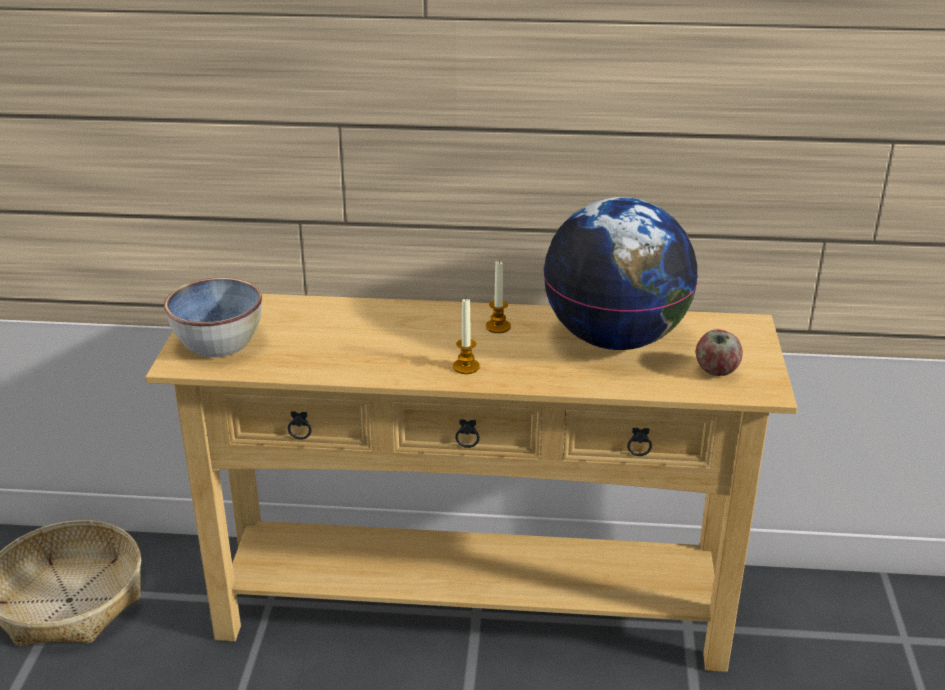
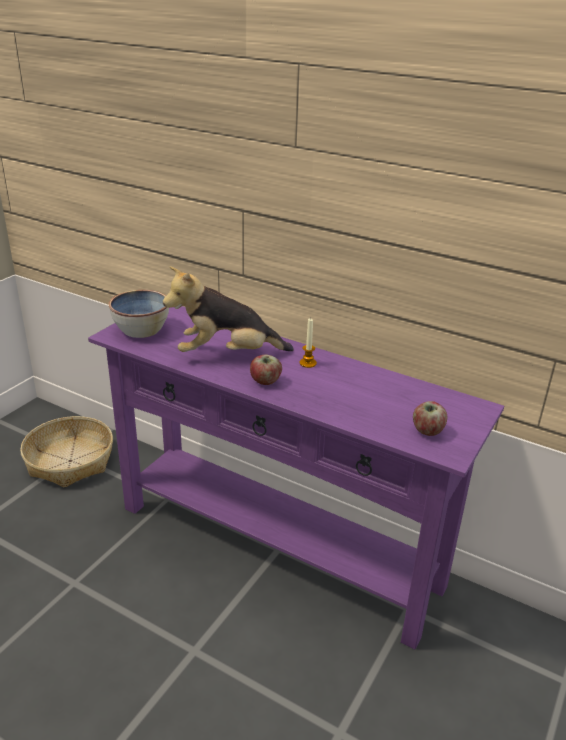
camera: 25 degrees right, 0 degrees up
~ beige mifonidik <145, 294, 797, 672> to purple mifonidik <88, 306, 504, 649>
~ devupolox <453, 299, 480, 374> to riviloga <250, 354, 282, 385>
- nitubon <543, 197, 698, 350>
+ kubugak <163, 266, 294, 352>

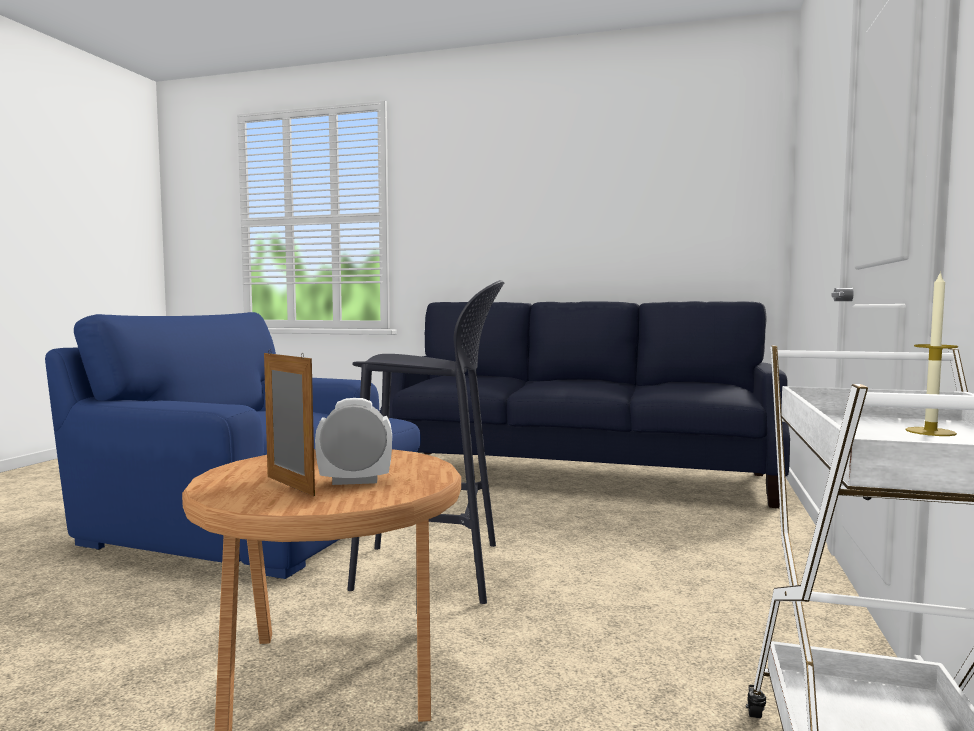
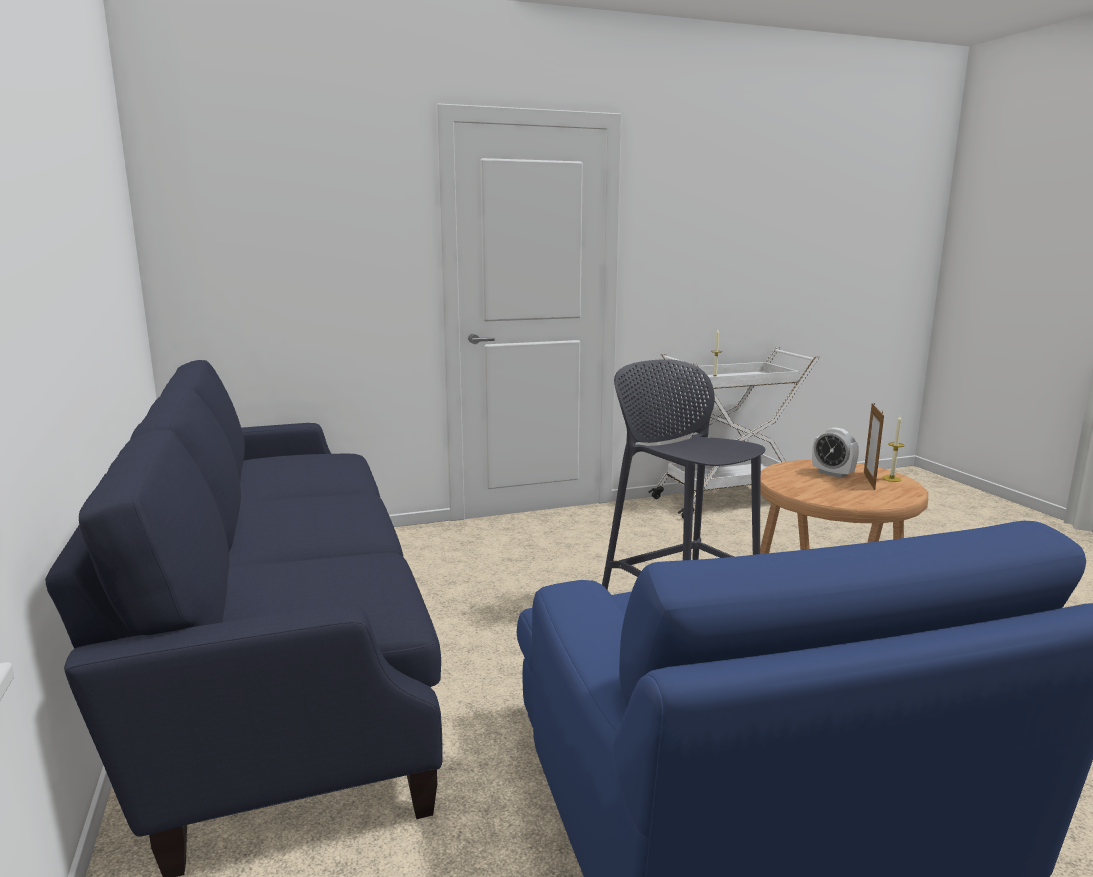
camera: 125 degrees left, 10 degrees up
+ devupolox <882, 416, 905, 482>

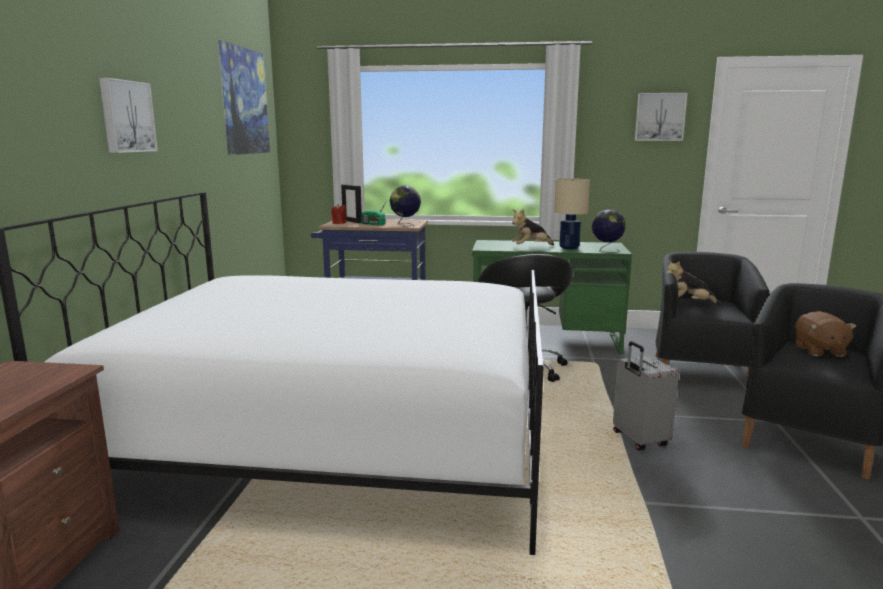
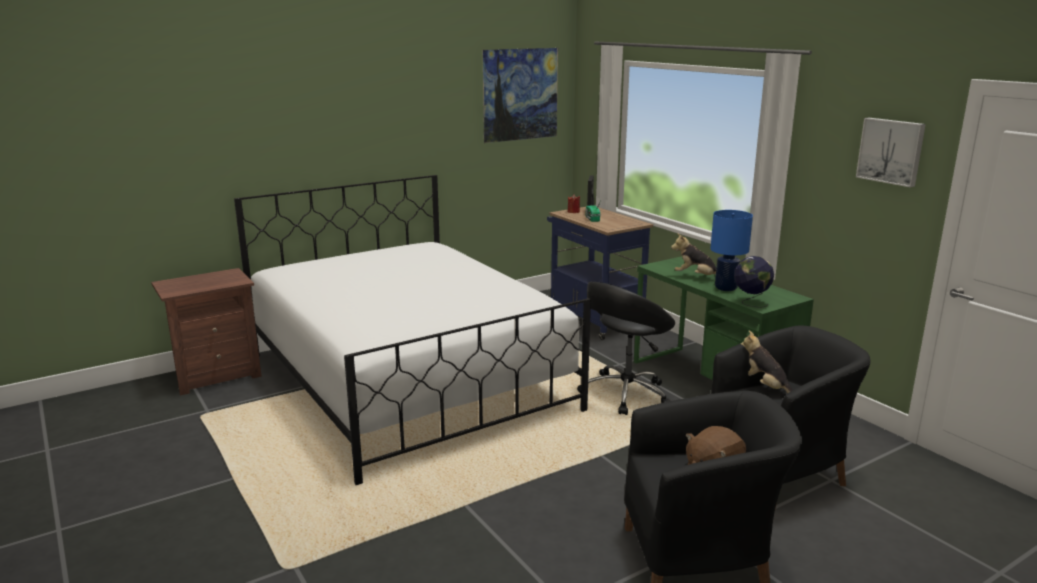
camera: 50 degrees right, 5 degrees up
- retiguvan <99, 78, 158, 153>
- nitubon <390, 186, 421, 227>
~ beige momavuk <554, 178, 590, 249> to blue momavuk <710, 210, 753, 291>
- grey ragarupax <613, 341, 679, 450>

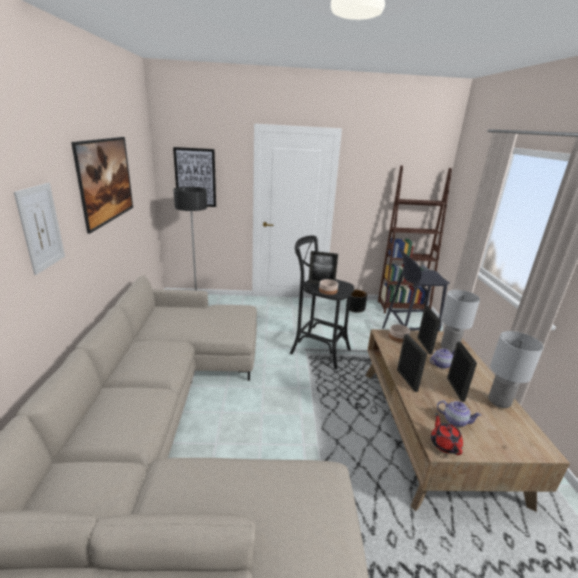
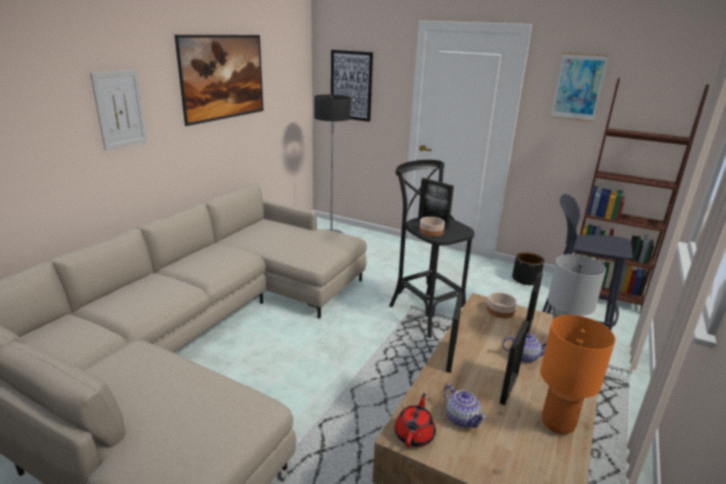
camera: 30 degrees right, 0 degrees up
~ grey momavuk <488, 331, 544, 408> to orange momavuk <540, 315, 615, 435>
+ retiguvan <551, 53, 609, 122>

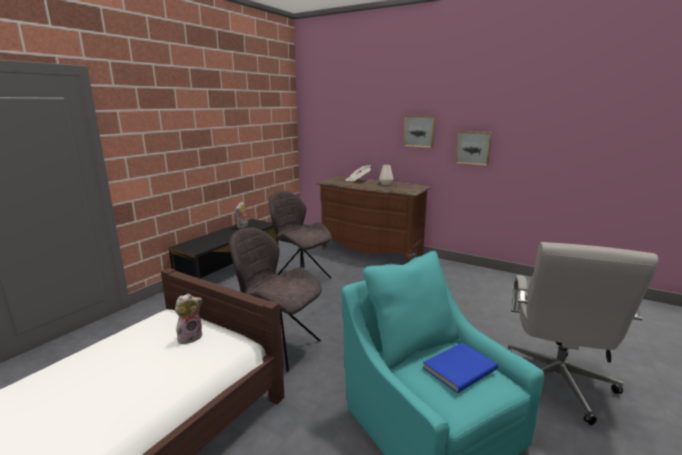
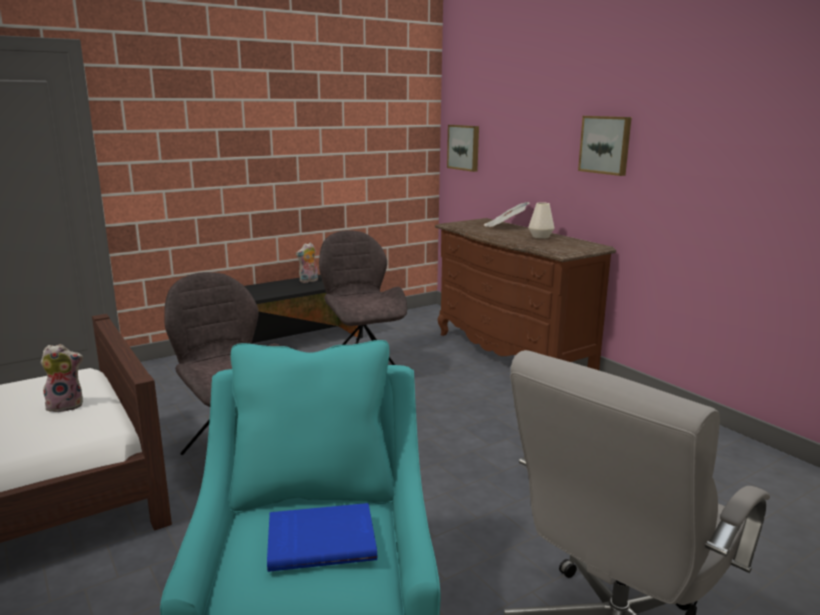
camera: 25 degrees right, 0 degrees up
~ retiguvan <455, 131, 492, 166> to <447, 125, 479, 172>

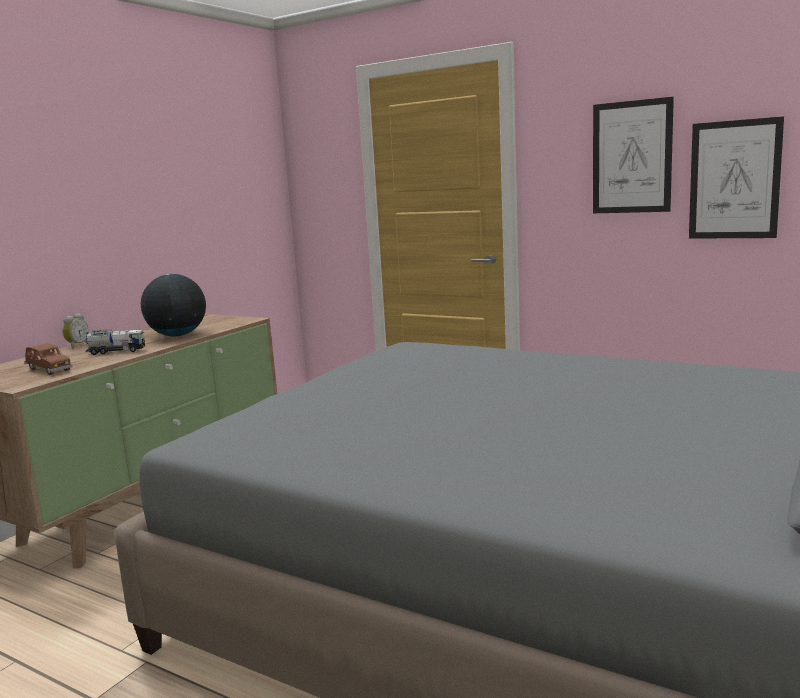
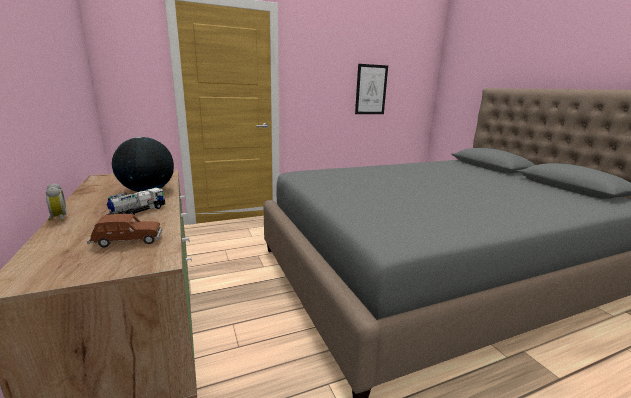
camera: 55 degrees left, 5 degrees up
- retiguvan <593, 97, 674, 213>

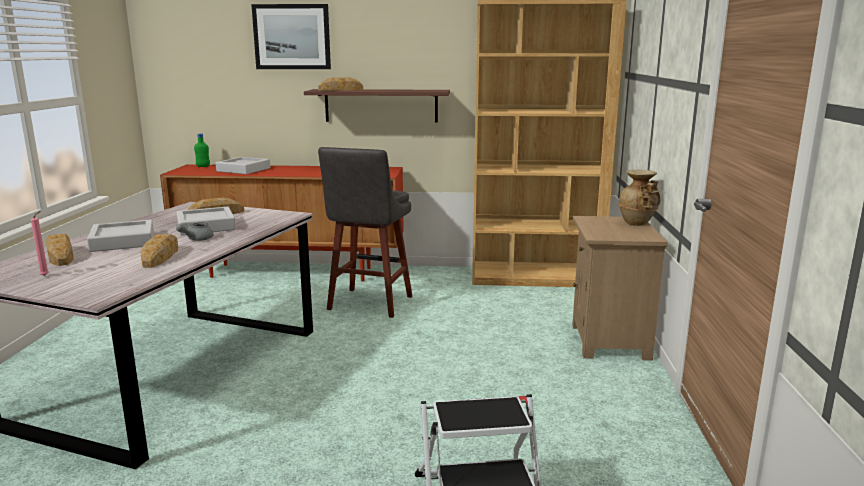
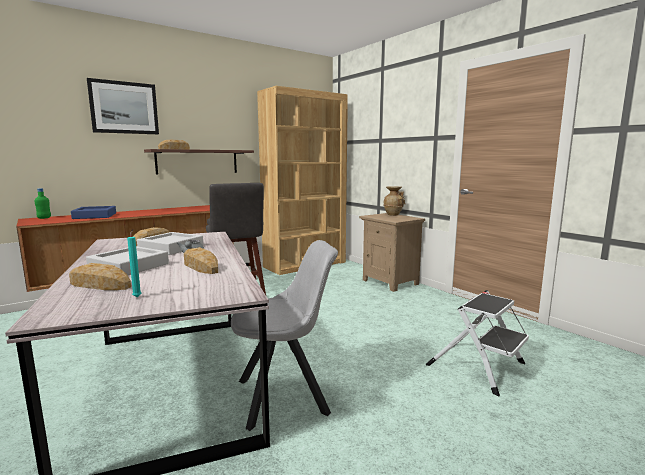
camera: 40 degrees left, 5 degrees down
~ pink devupolox <31, 211, 49, 276> to turquoise devupolox <127, 229, 141, 297>
~ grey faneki <216, 157, 270, 174> to blue faneki <71, 206, 116, 219>
+ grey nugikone <231, 240, 338, 431>

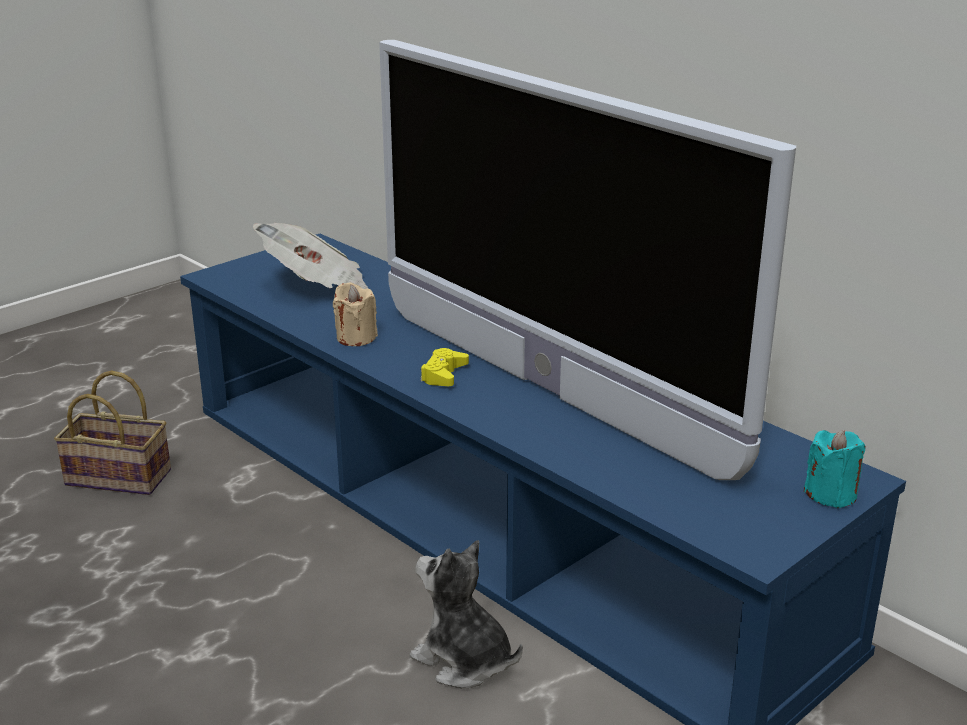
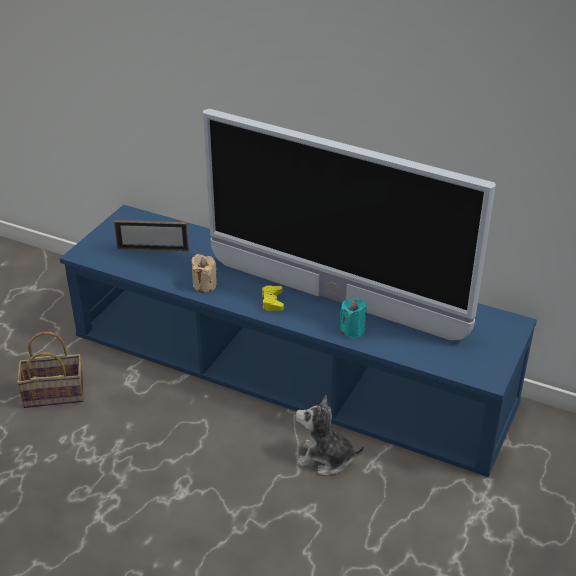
camera: 20 degrees left, 10 degrees up
~ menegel <253, 223, 369, 289> to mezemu <114, 220, 189, 252>
~ turquoise devupolox <804, 430, 866, 508> to <340, 298, 367, 338>

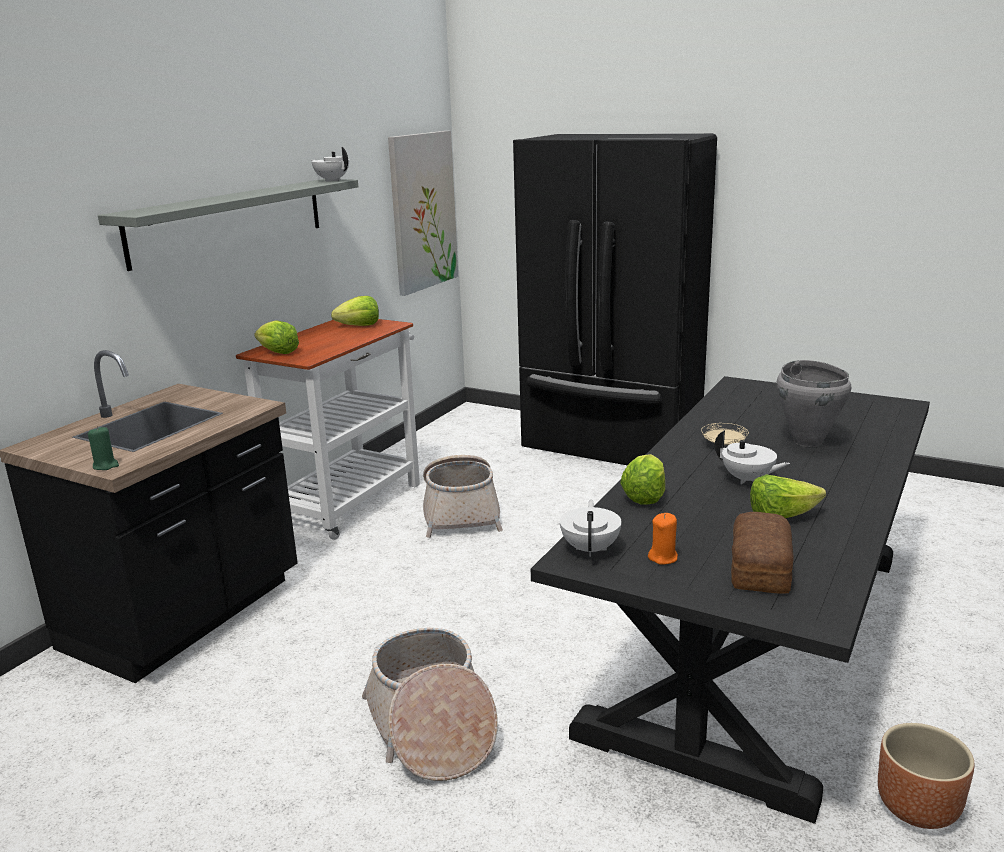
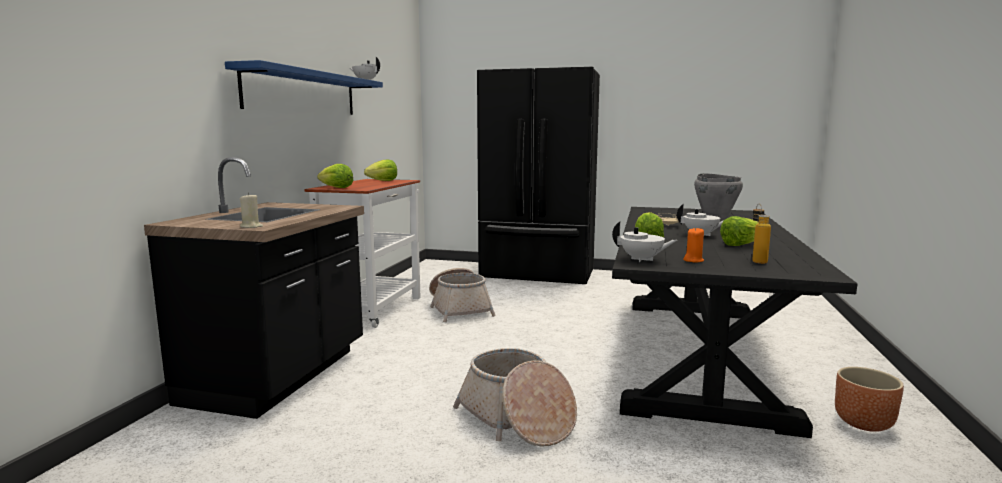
camera: 15 degrees left, 10 degrees down
~ green devupolox <88, 426, 119, 470> to beige devupolox <240, 193, 263, 228>
~ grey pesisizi <98, 179, 358, 271> to blue pesisizi <225, 60, 383, 115>
- retiguvan <388, 131, 458, 296>
~ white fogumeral <560, 500, 622, 557> = <612, 222, 677, 262> 120 degrees clockwise
~ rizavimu <731, 512, 793, 594> to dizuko <752, 203, 771, 264>

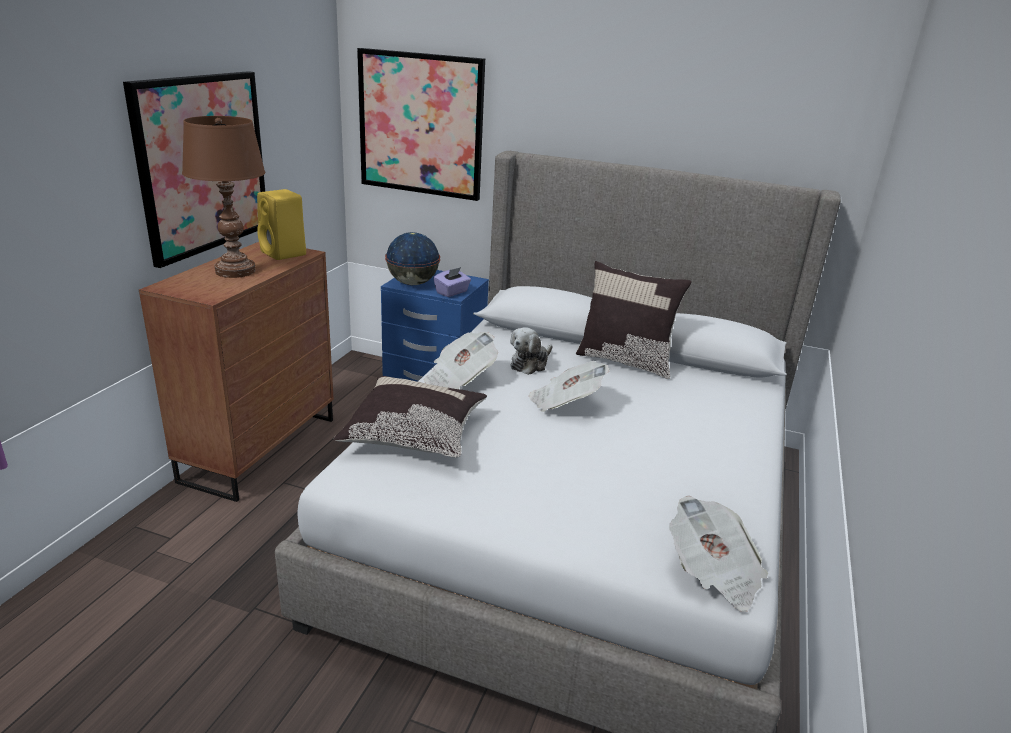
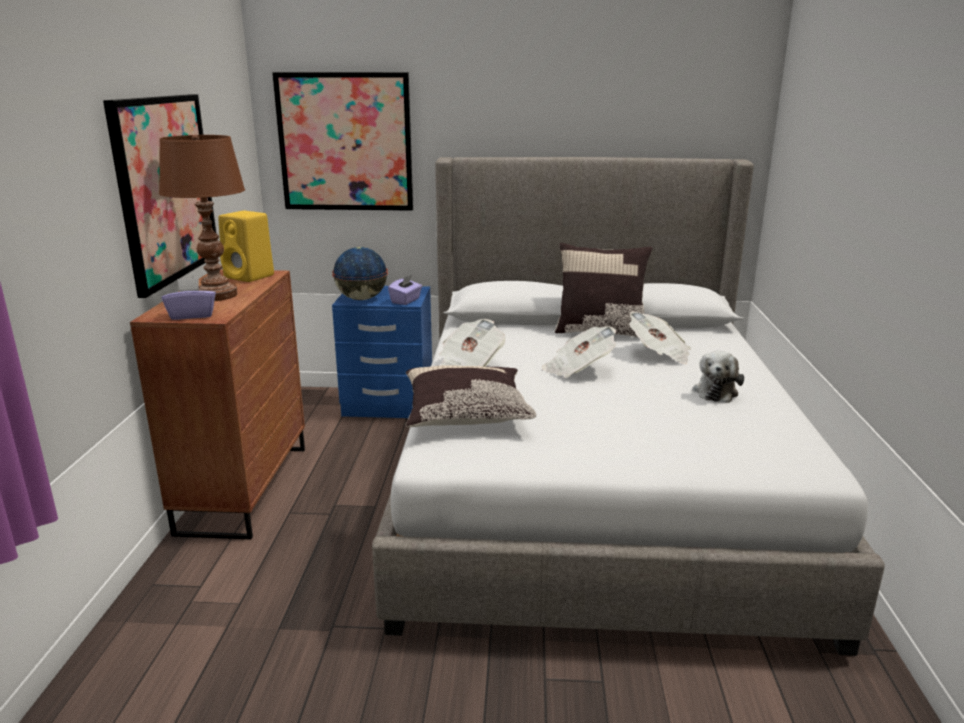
camera: 15 degrees left, 5 degrees down
~ kubugak <510, 327, 553, 375> to <693, 351, 744, 403>
~ menegel <669, 496, 768, 612> to <629, 311, 691, 364>
+ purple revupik <162, 278, 216, 320>

